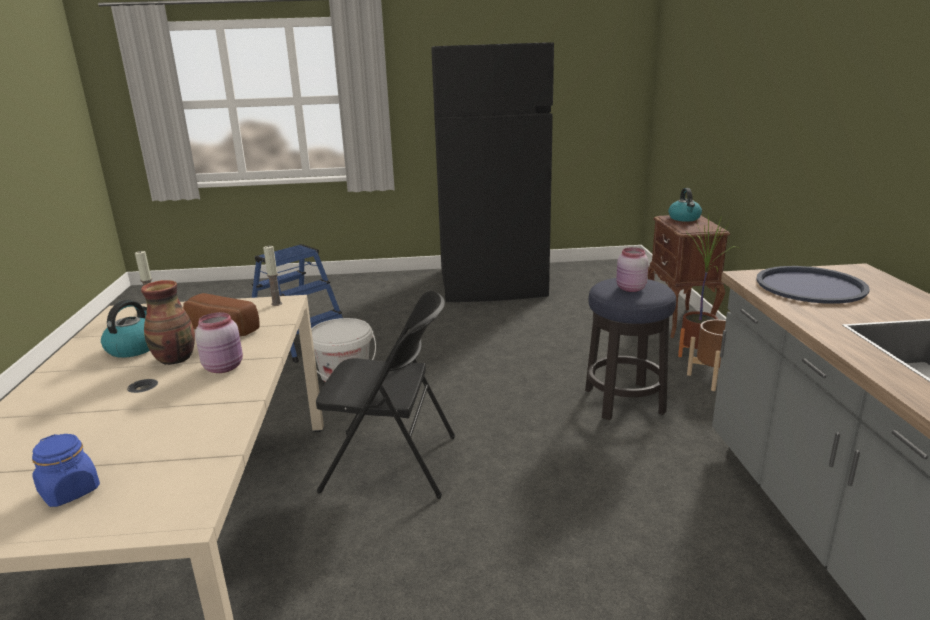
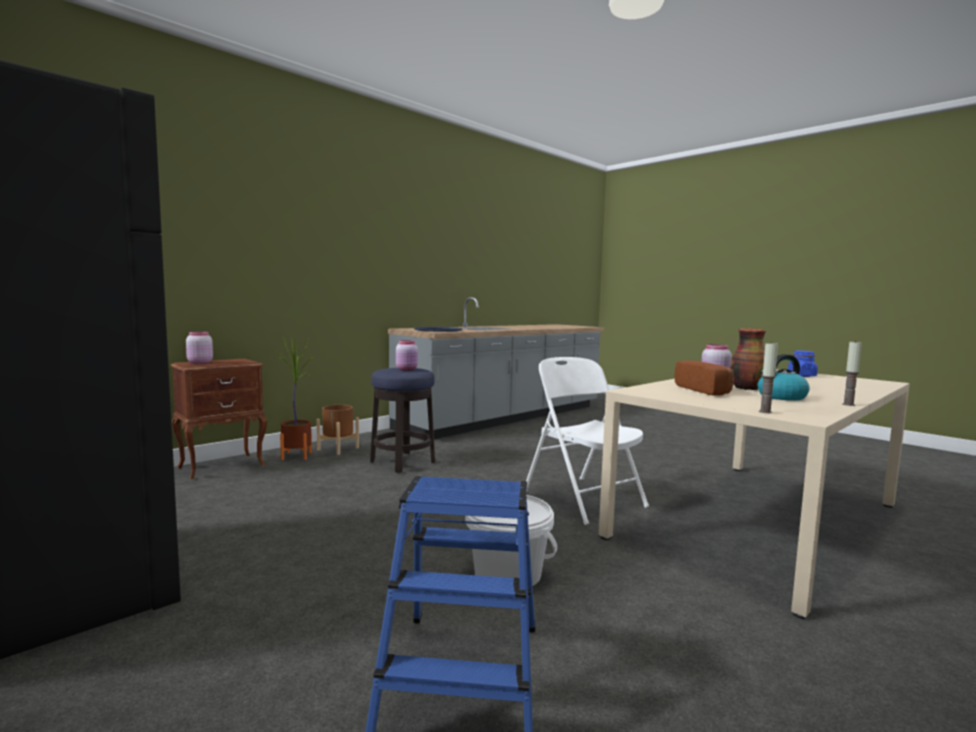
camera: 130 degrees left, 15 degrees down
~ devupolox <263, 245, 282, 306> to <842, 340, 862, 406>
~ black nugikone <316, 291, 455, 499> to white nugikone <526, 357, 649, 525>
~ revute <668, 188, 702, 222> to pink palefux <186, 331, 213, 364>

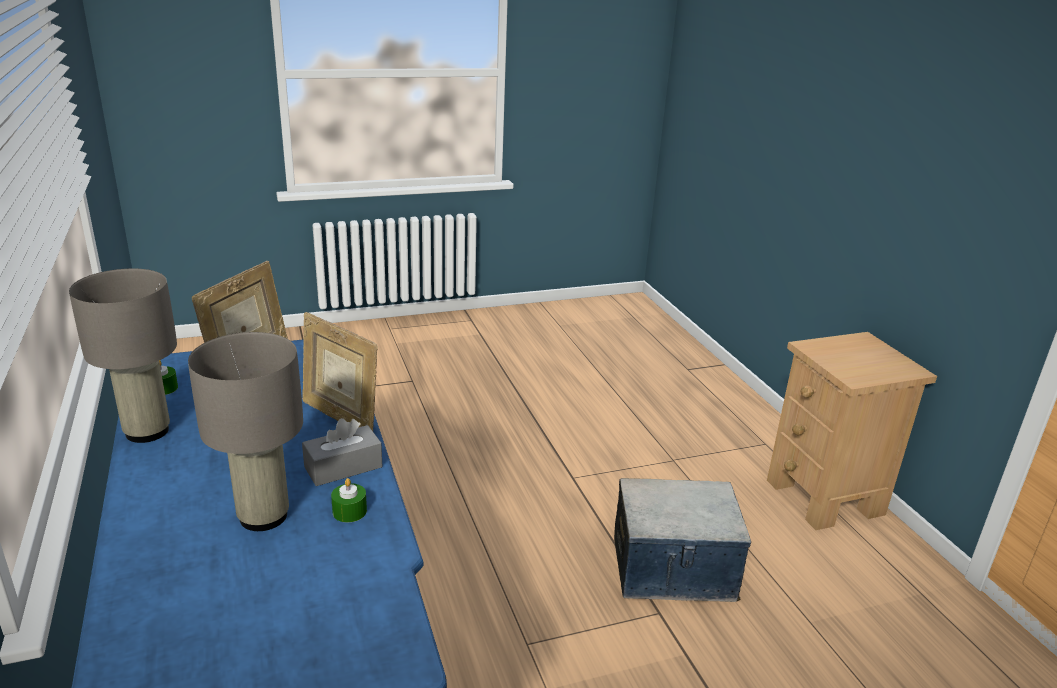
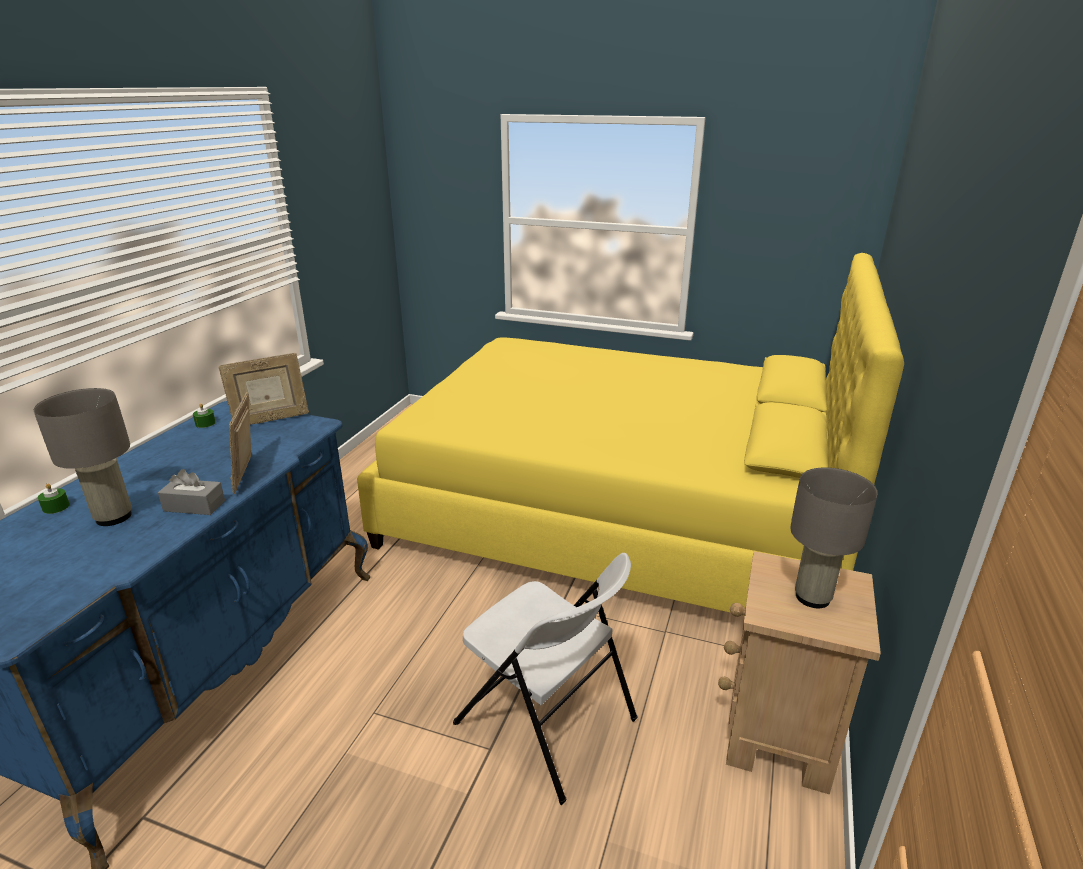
camera: 40 degrees right, 0 degrees up
~ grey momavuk <69, 268, 177, 443> to <790, 467, 878, 608>
~ green devupolox <331, 478, 367, 522> to <38, 483, 70, 514>
~ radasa <614, 478, 751, 602> to white nugikone <453, 553, 638, 805>
+ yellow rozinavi <357, 253, 904, 616>

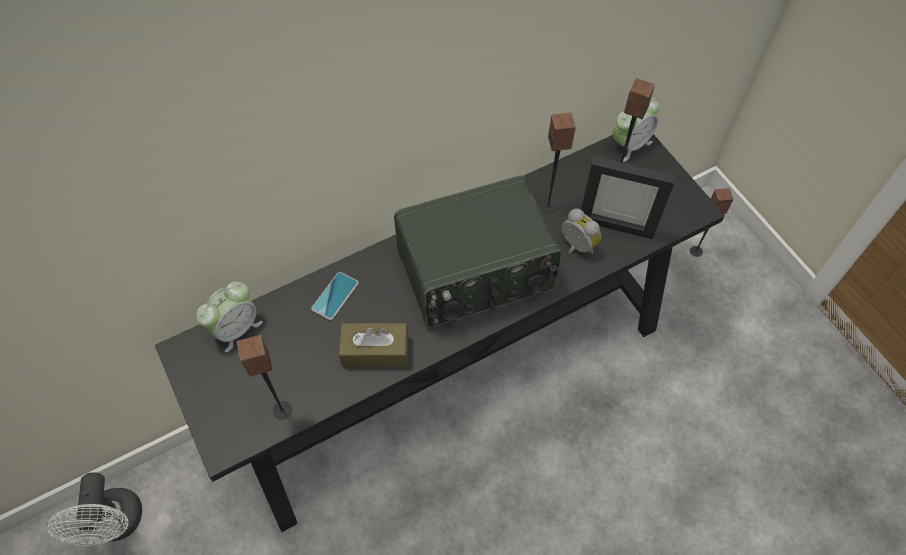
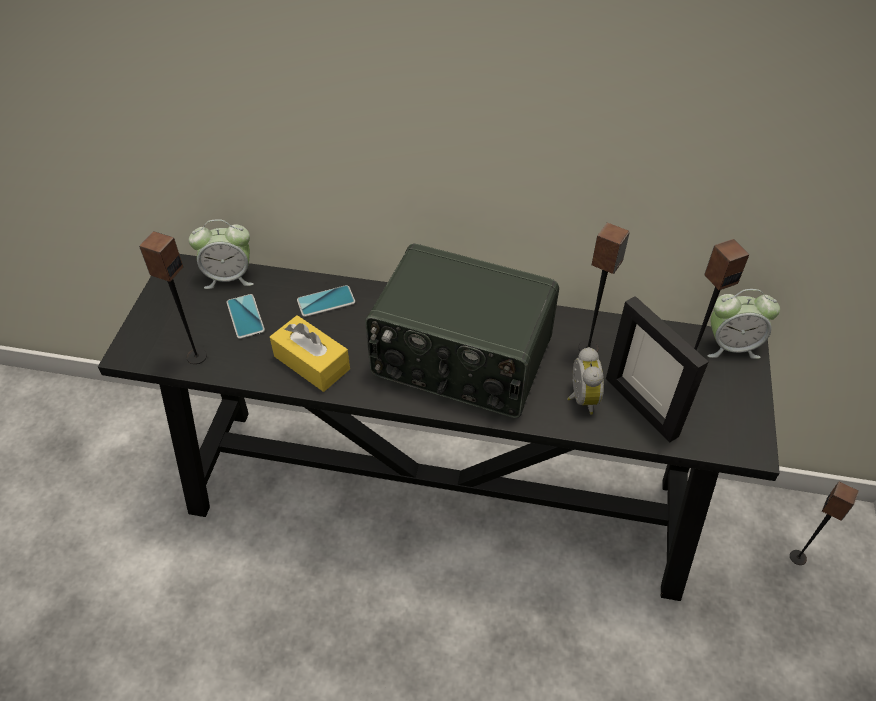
camera: 40 degrees right, 10 degrees down
- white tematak <47, 473, 142, 546>
~ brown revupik <339, 323, 408, 367> to yellow revupik <270, 315, 350, 392>
+ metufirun <227, 294, 265, 339>

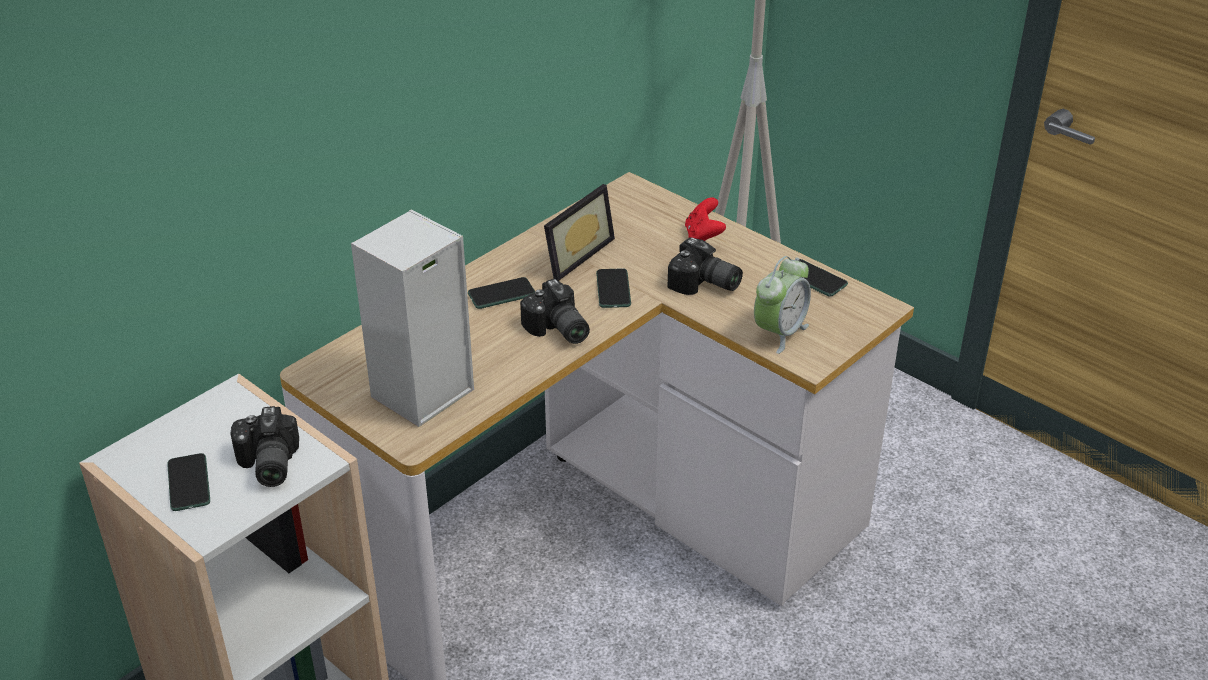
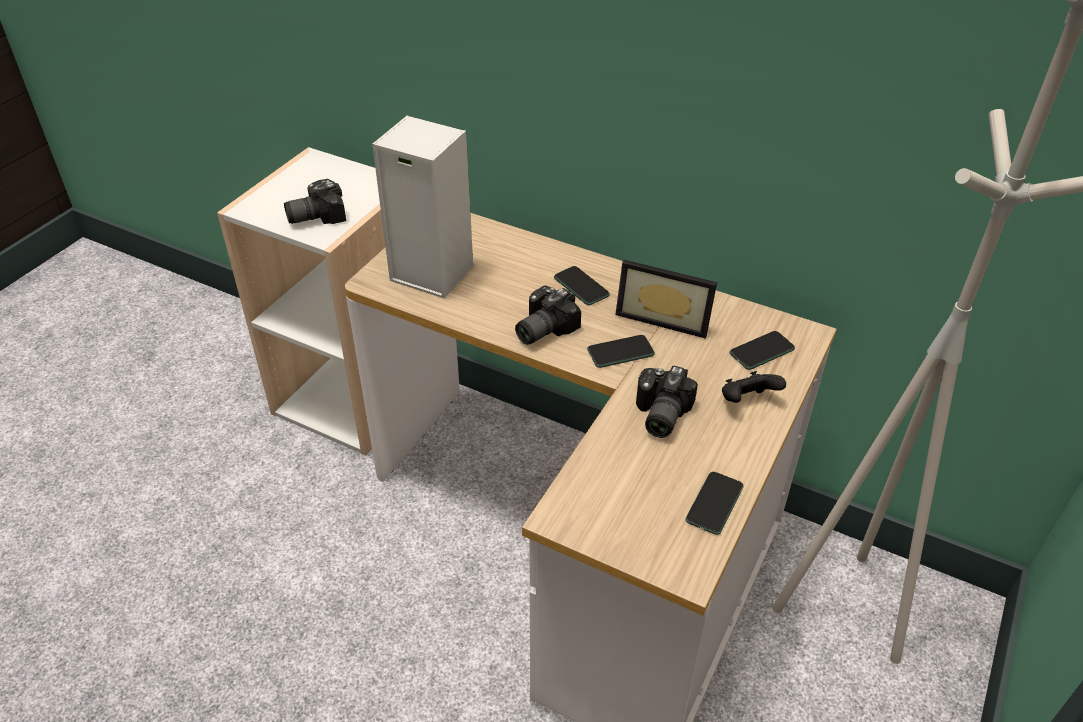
camera: 75 degrees right, 5 degrees up
~ metufirun <167, 453, 210, 511> to <730, 331, 795, 370>
~ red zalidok <685, 197, 726, 241> to black zalidok <722, 371, 786, 403>
- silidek <754, 256, 811, 354>

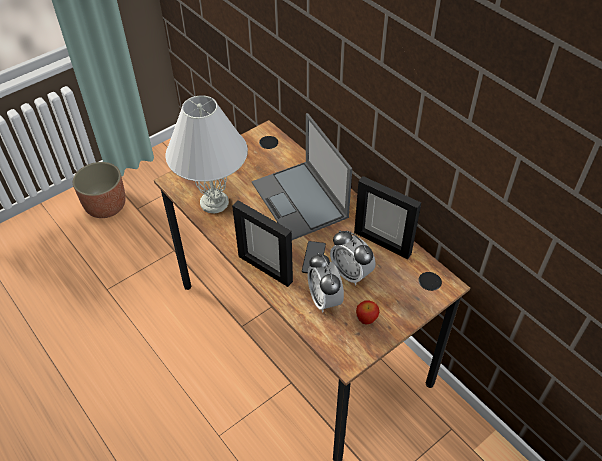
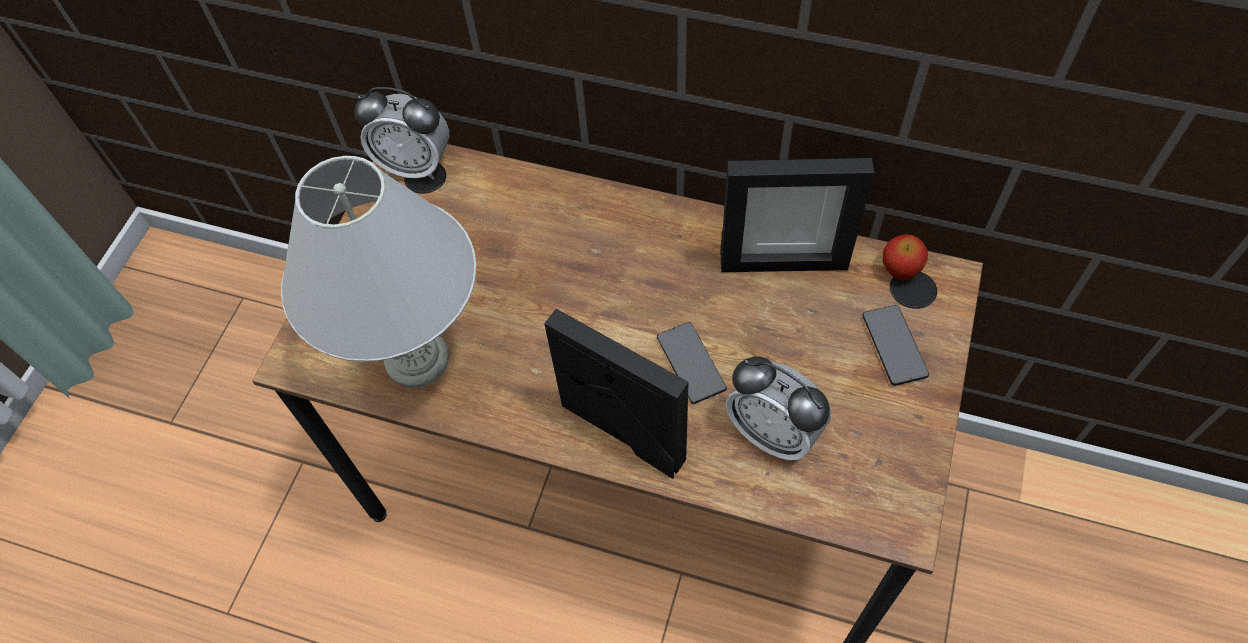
camera: 30 degrees left, 10 degrees up
- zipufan <73, 162, 126, 218>
~ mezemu <232, 200, 293, 287> = <544, 309, 688, 479> 150 degrees counterclockwise
- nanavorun <252, 113, 352, 240>
~ silidek <330, 230, 376, 285> to <354, 87, 450, 179>
~ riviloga <356, 301, 379, 324> to <882, 235, 928, 281>
+ metufirun <862, 305, 929, 386>

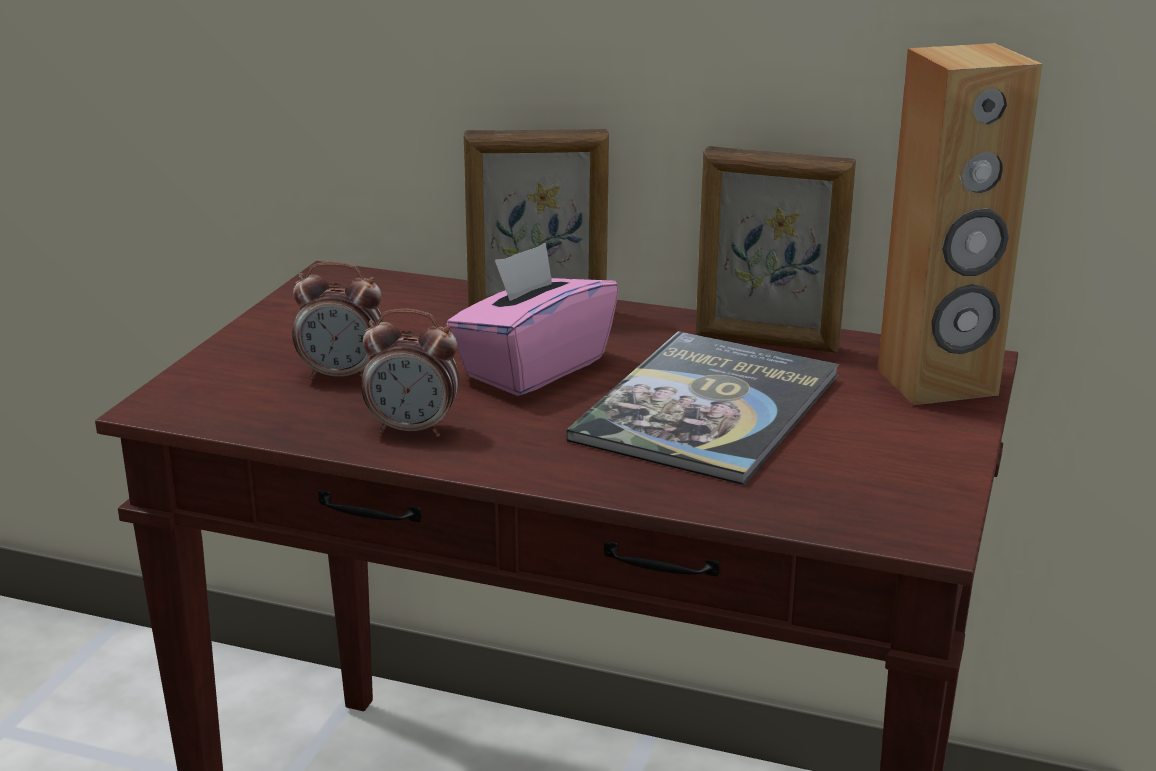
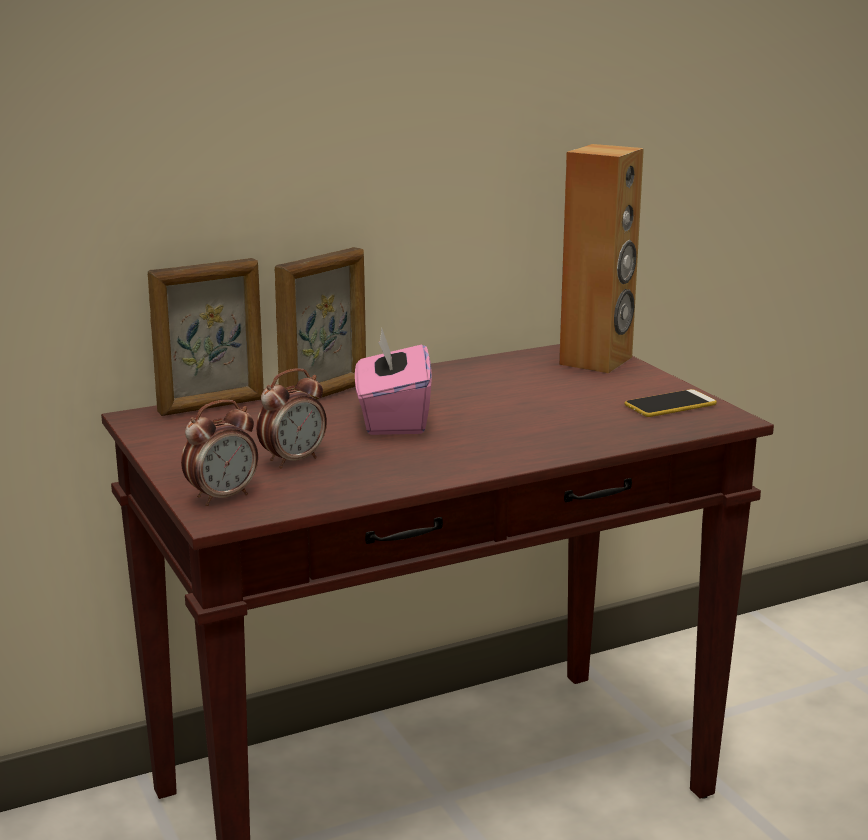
camera: 45 degrees left, 5 degrees down
~ silidek <361, 309, 459, 437> to <181, 400, 258, 506>
- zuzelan <567, 331, 839, 485>
~ mezemu <696, 146, 856, 353> to <148, 258, 264, 416>
+ metufirun <625, 389, 717, 417>

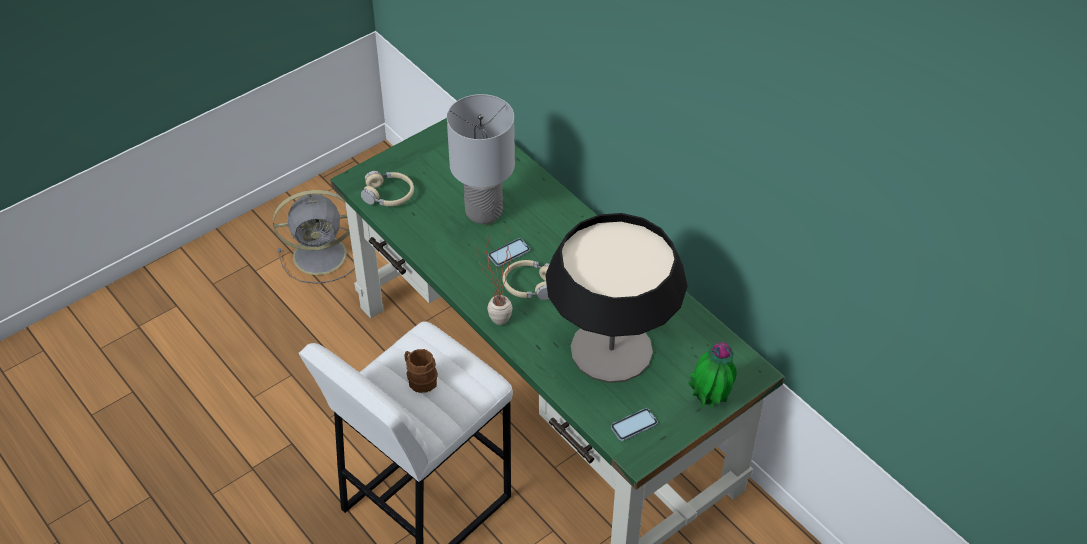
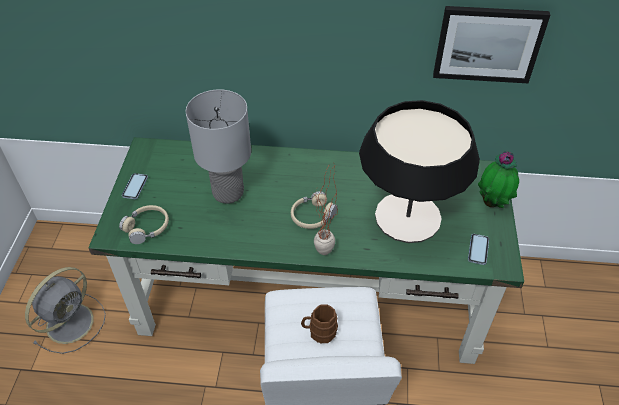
camera: 45 degrees left, 0 degrees up
~ metufirun <488, 238, 530, 267> to <122, 173, 148, 199>
+ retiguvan <433, 6, 550, 83>

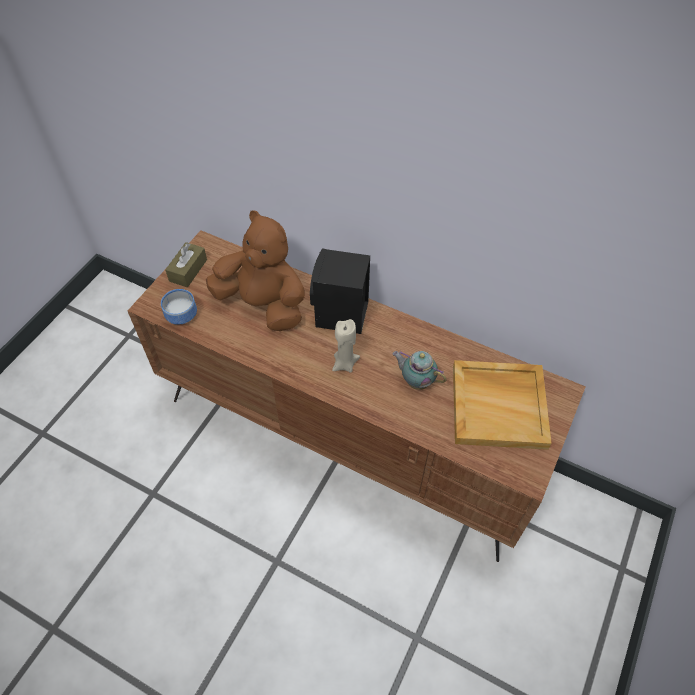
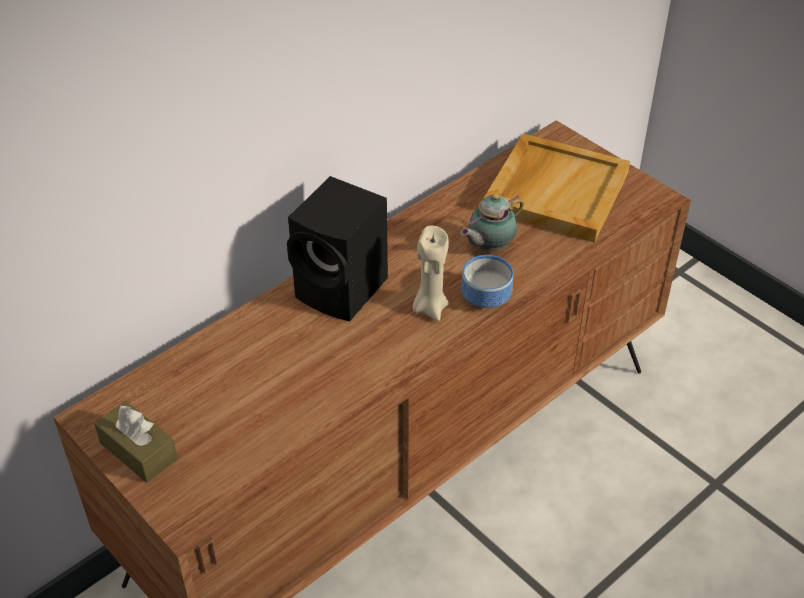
camera: 70 degrees left, 10 degrees down
~ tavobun <161, 289, 197, 325> to <461, 255, 513, 308>
- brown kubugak <206, 210, 305, 331>

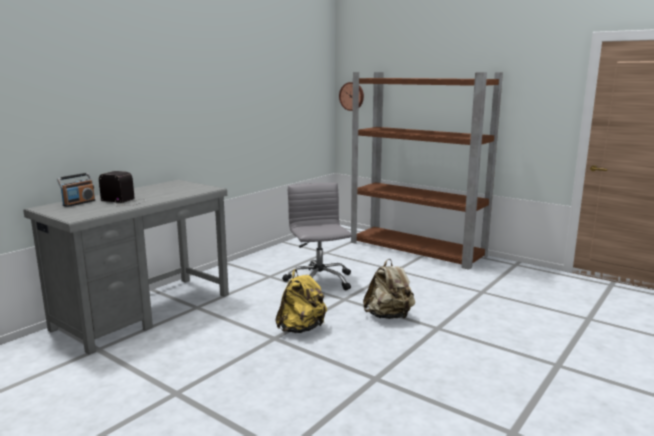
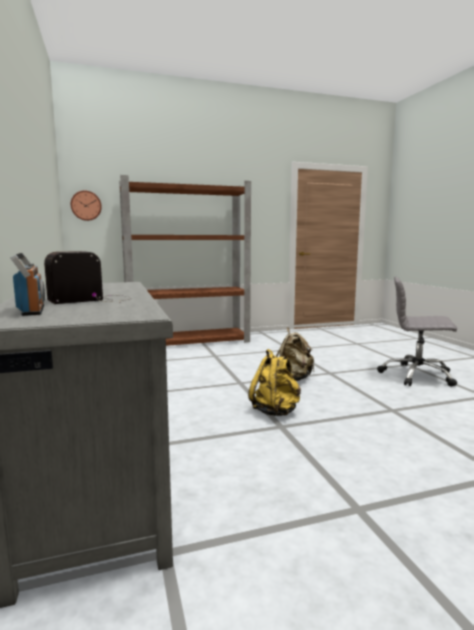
camera: 55 degrees left, 5 degrees down
~ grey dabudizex <283, 183, 352, 290> to <377, 277, 457, 387>

